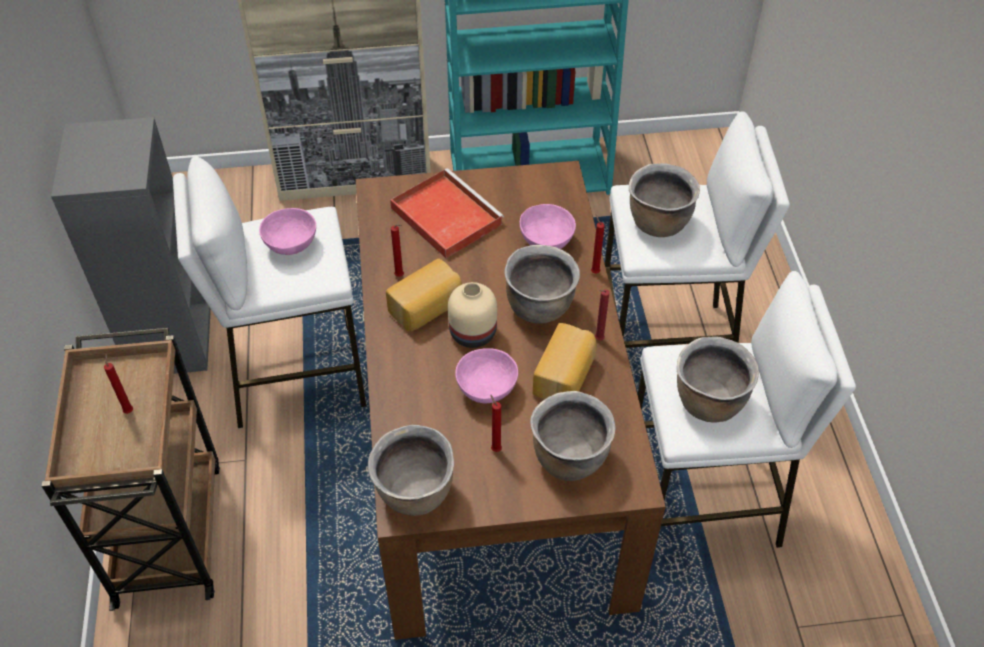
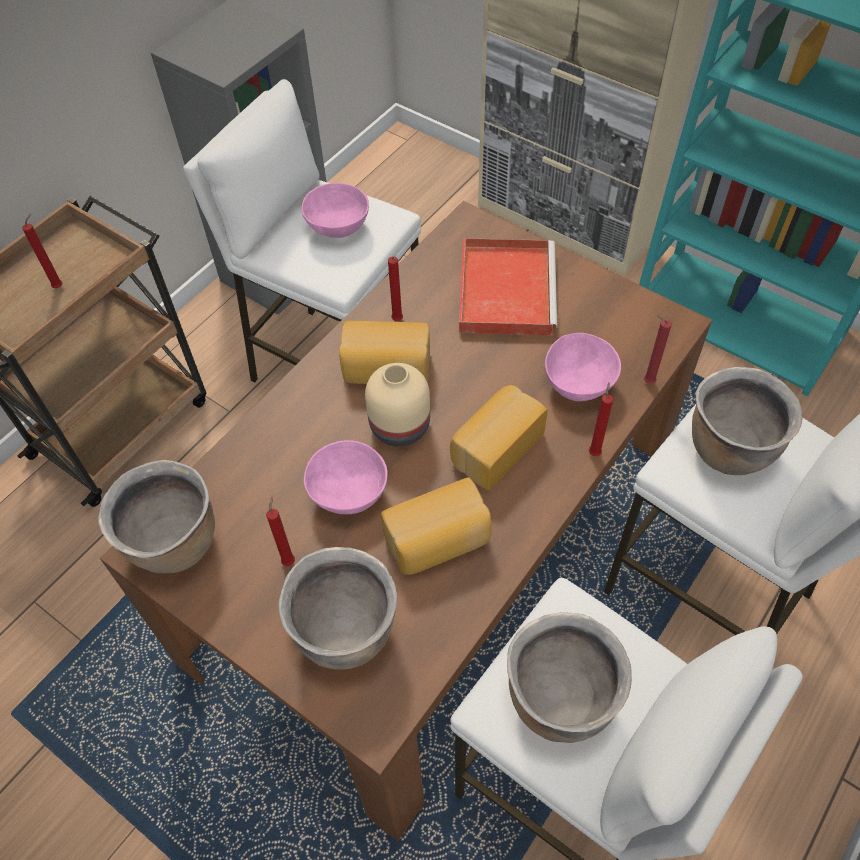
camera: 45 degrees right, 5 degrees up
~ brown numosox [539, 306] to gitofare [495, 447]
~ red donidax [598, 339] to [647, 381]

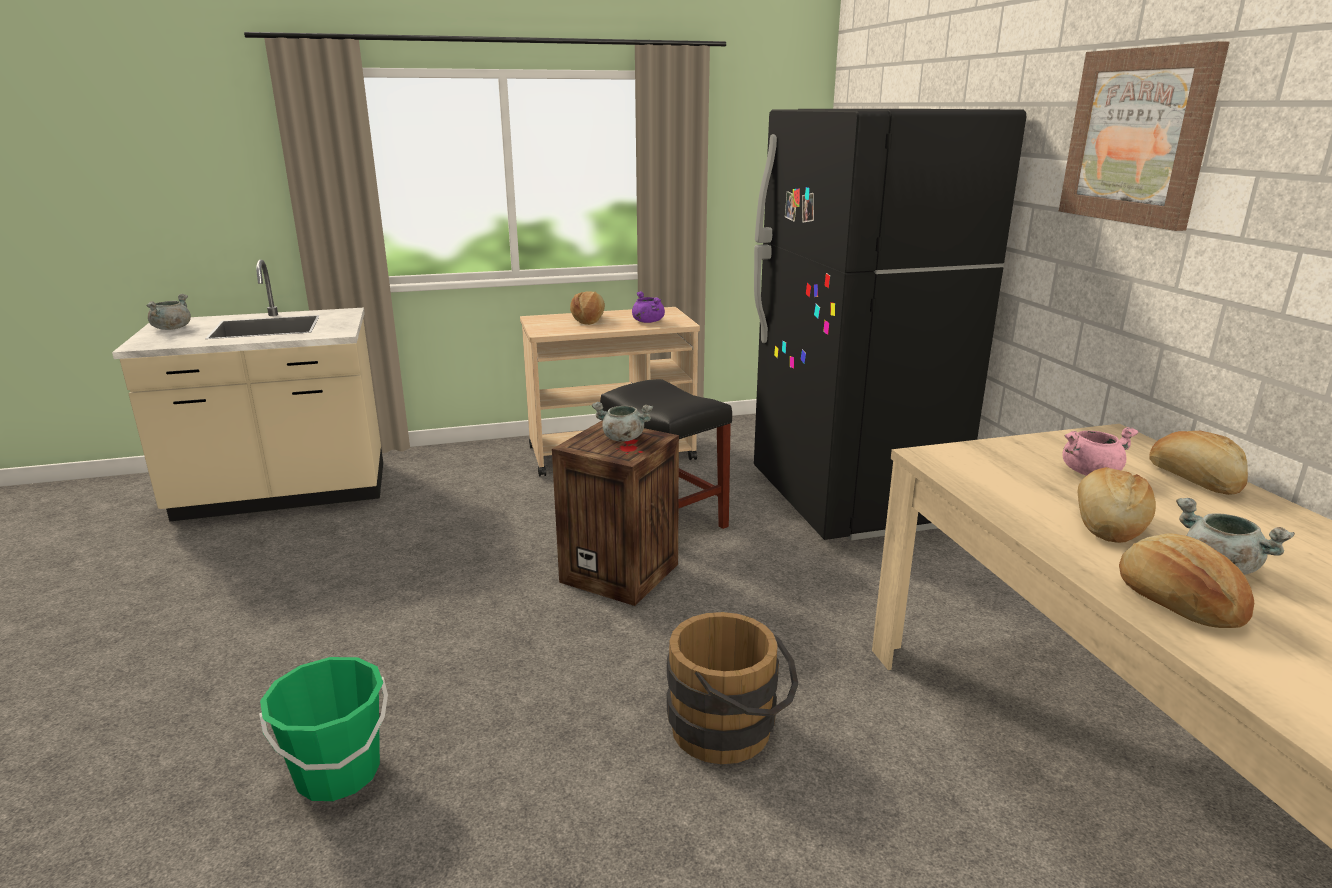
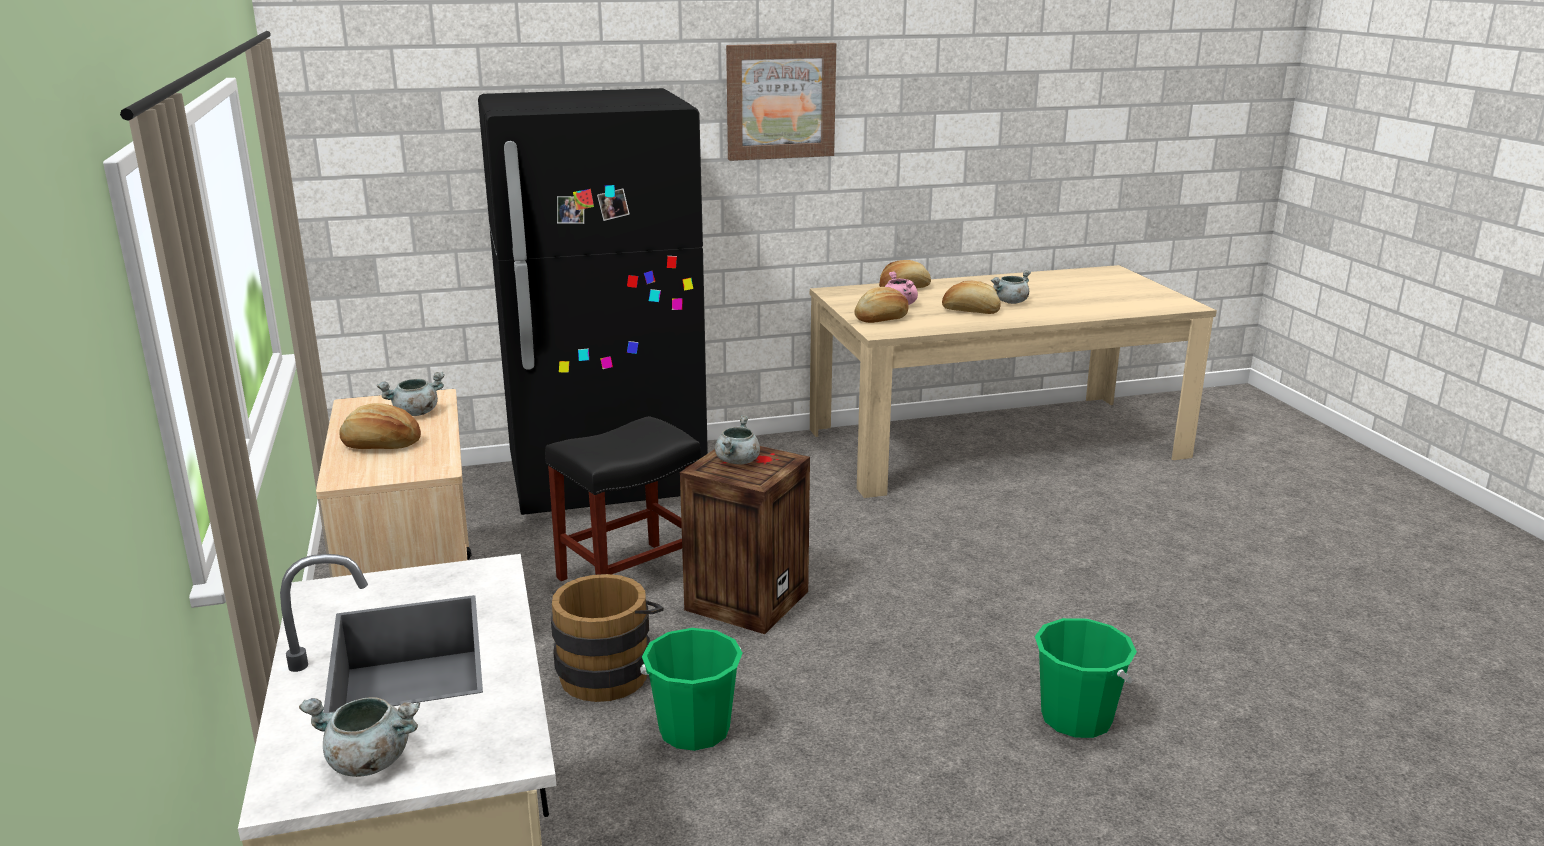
camera: 90 degrees left, 0 degrees up
~ purple numosox [647, 321] to grey numosox [415, 413]
~ gitofare [1176, 602] to [882, 319]
~ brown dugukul [731, 730] to [608, 670]
+ green dugukul [694, 730]

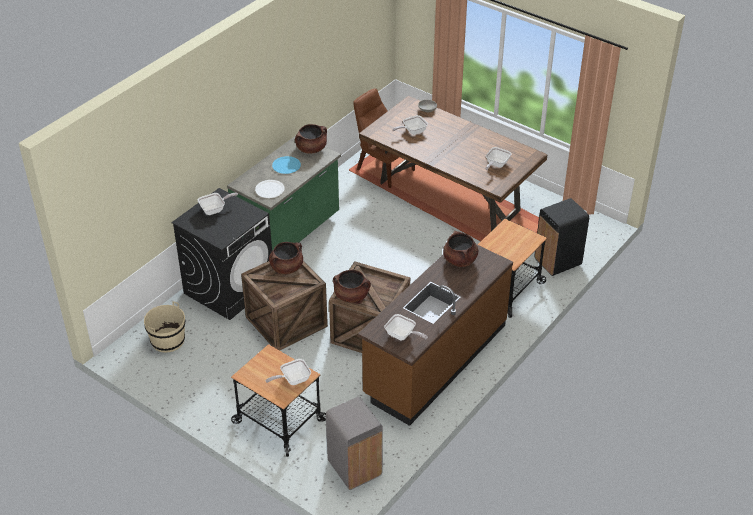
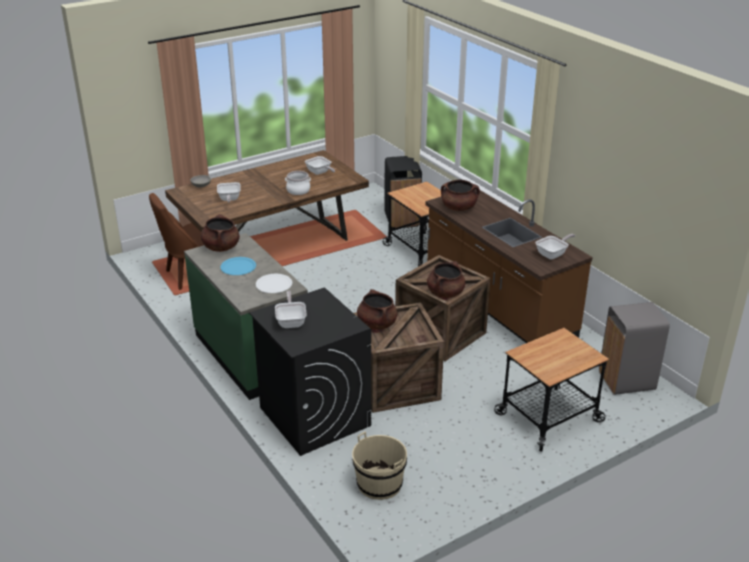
camera: 70 degrees left, 10 degrees down
- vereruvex [292, 380]
+ numosox [298, 191]

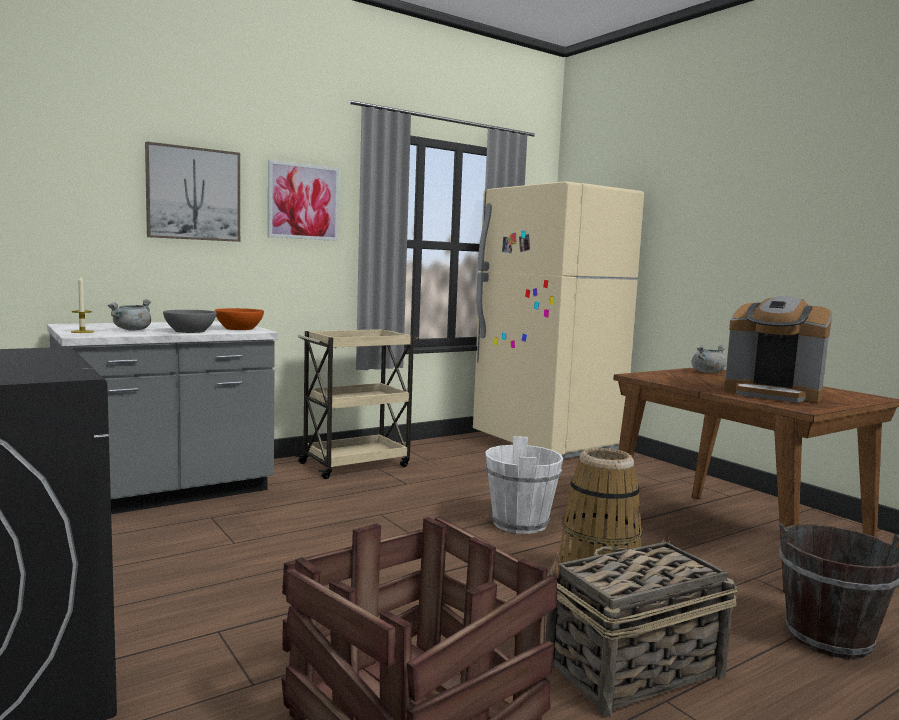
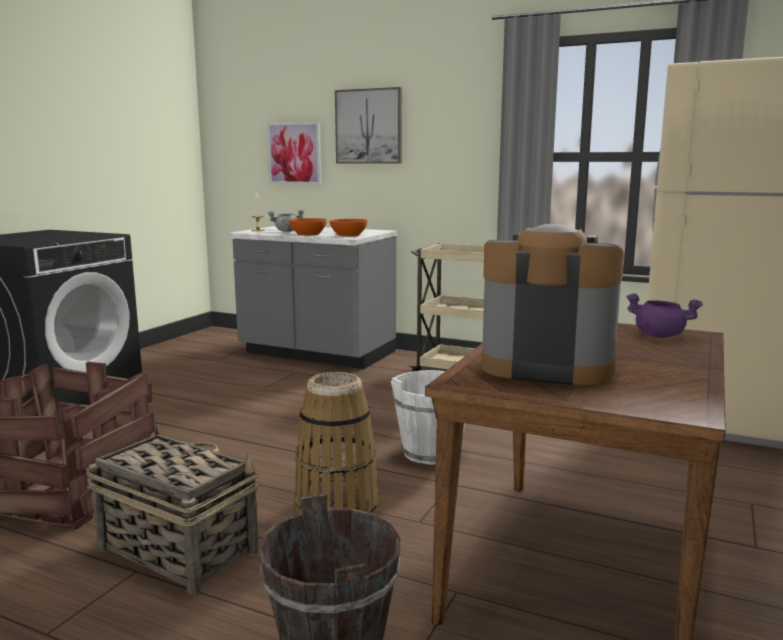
camera: 60 degrees right, 5 degrees up
~ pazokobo [303, 202] to [294, 153]
~ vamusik [773, 394] = [546, 366] 105 degrees clockwise
~ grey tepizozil [190, 331] to orange tepizozil [308, 234]
~ grey numosox [707, 372] to purple numosox [660, 336]

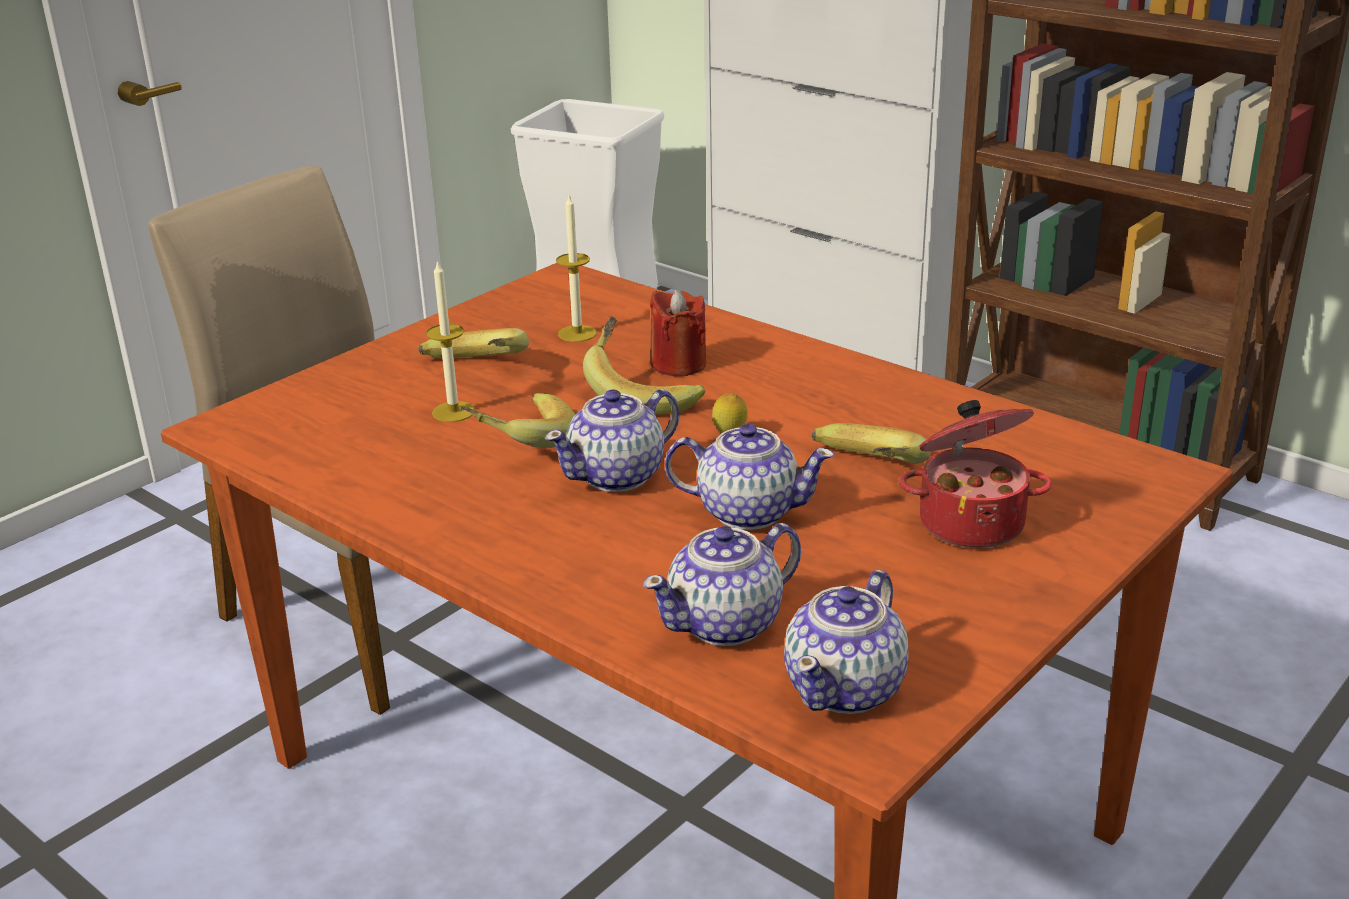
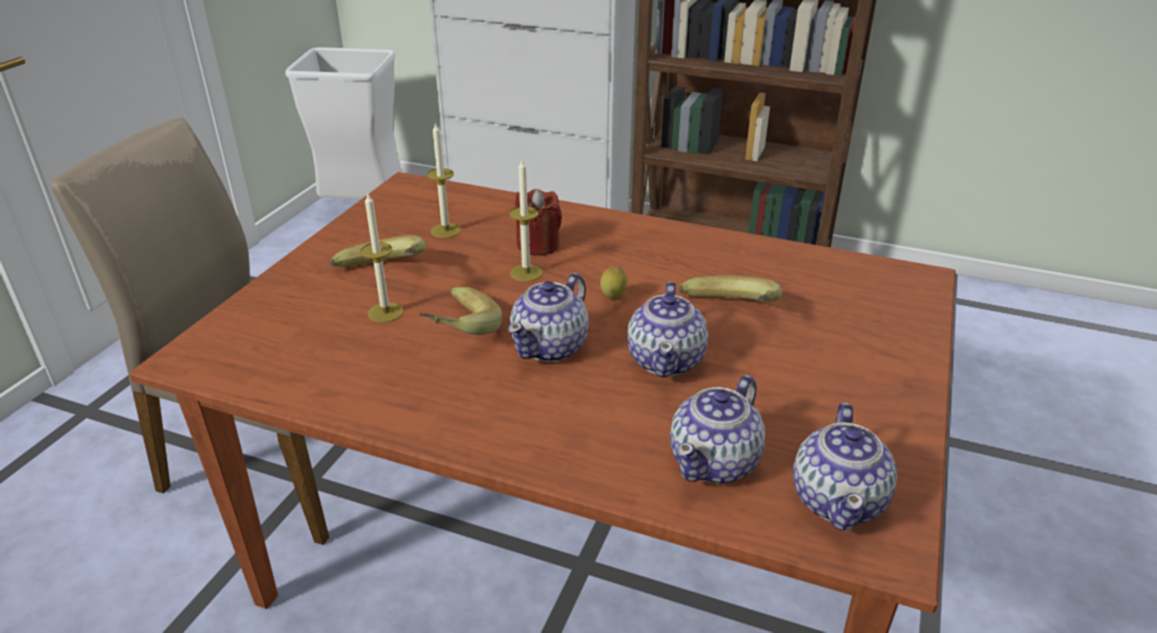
camera: 20 degrees left, 5 degrees up
~ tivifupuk [642, 393] to donidax [526, 273]
- numosox [971, 522]
~ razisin [747, 511] = [666, 360] 105 degrees clockwise

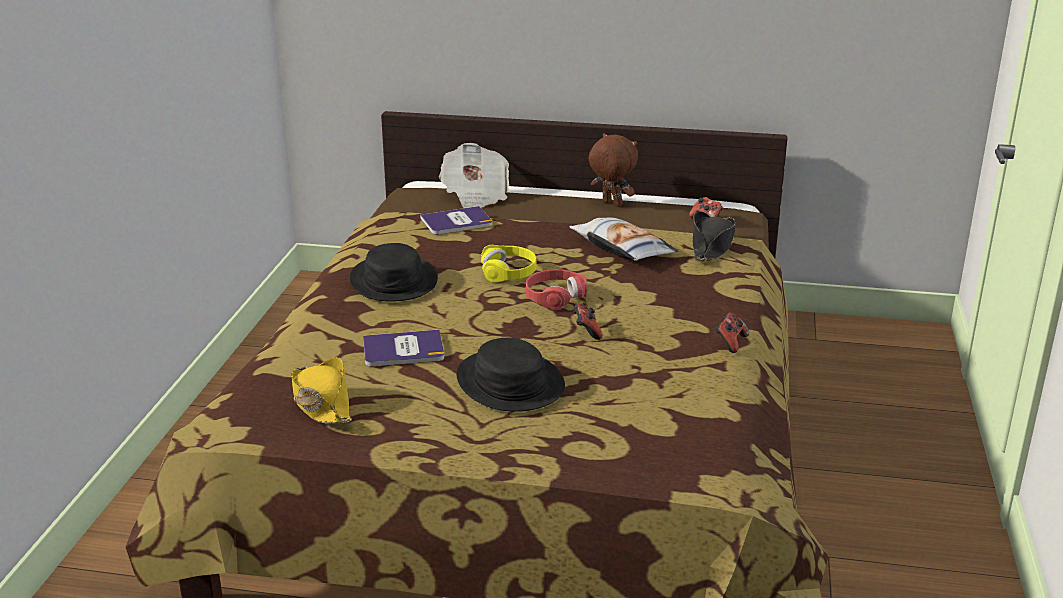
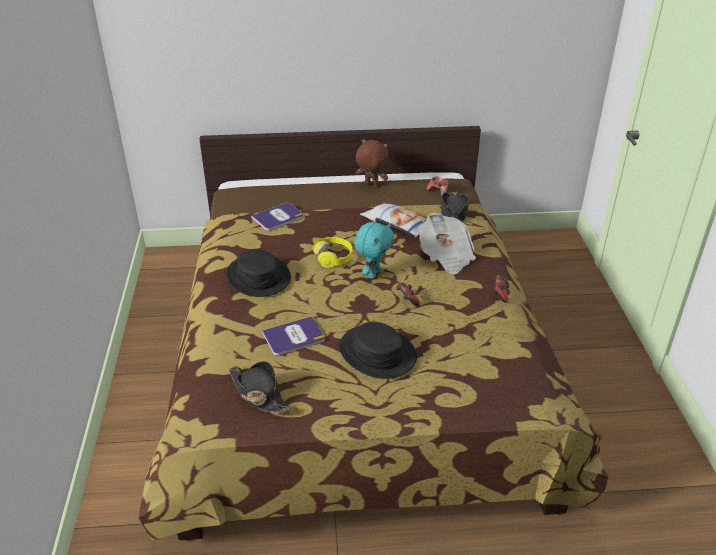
camera: 15 degrees left, 10 degrees up
~ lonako [475, 196] to [446, 256]
~ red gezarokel [555, 296] to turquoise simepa [373, 273]
~ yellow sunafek [321, 403] to black sunafek [258, 393]

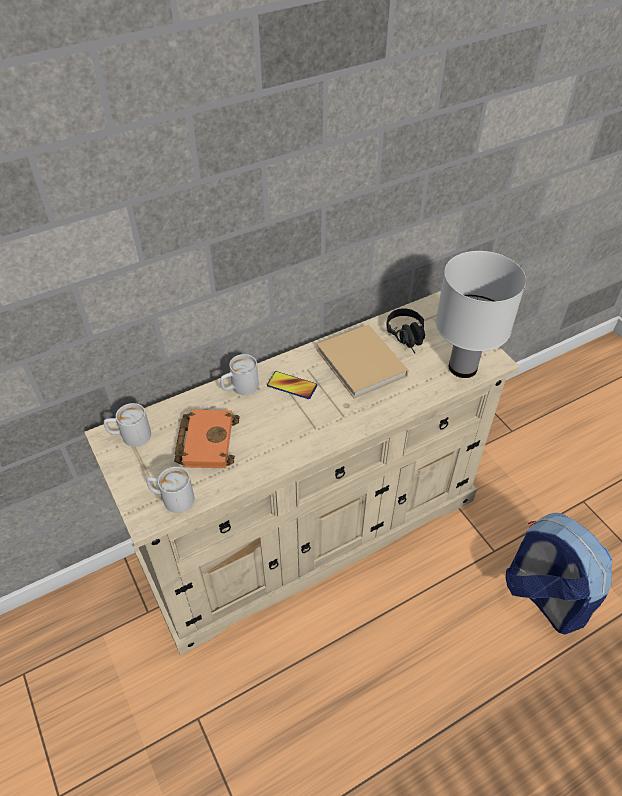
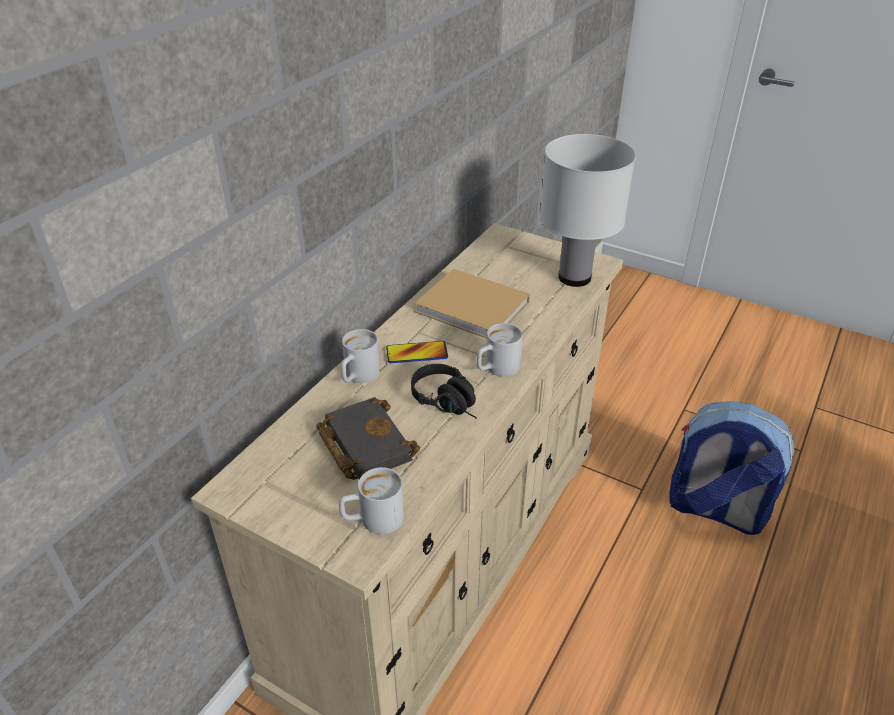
camera: 30 degrees left, 10 degrees down
~ black gezarokel [408, 338] to [450, 403]
~ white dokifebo [130, 436] to [496, 369]
~ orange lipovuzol [205, 441] to black lipovuzol [363, 444]

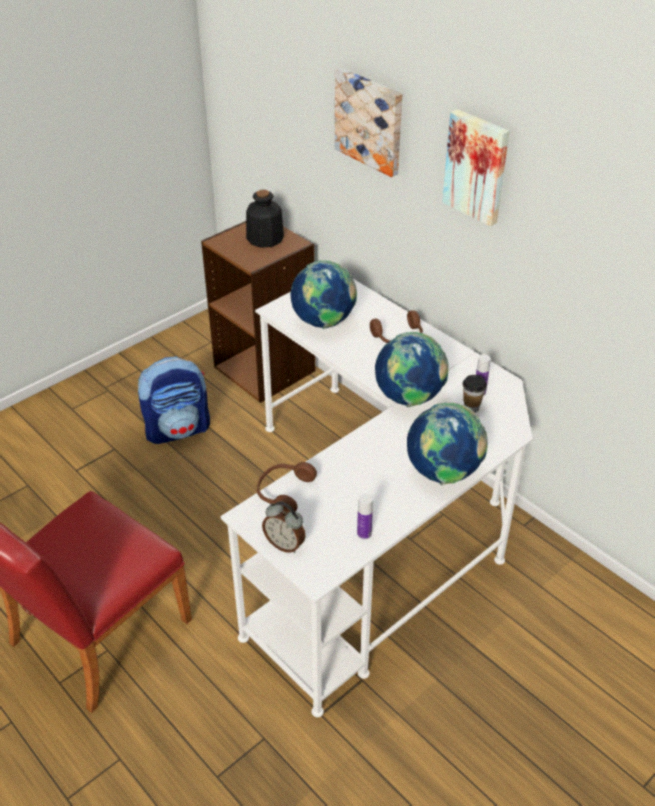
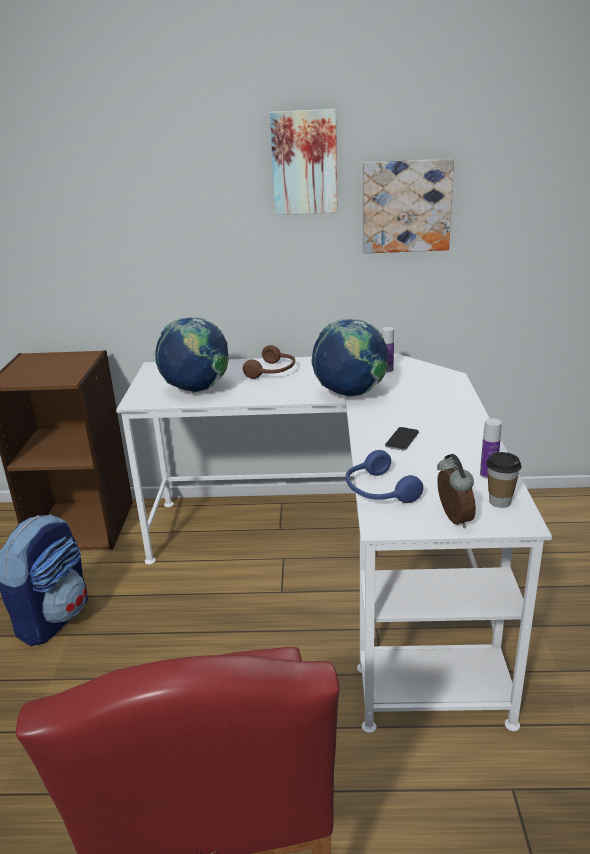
camera: 45 degrees left, 15 degrees down
~ pazokobo [370, 121] to [406, 206]
- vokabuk [264, 238]
~ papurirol [471, 408] to [499, 502]
- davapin [443, 473]
~ brown gezarokel [283, 492] to blue gezarokel [378, 491]
~ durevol [285, 544] = [452, 519] 90 degrees counterclockwise
+ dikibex [402, 439]

